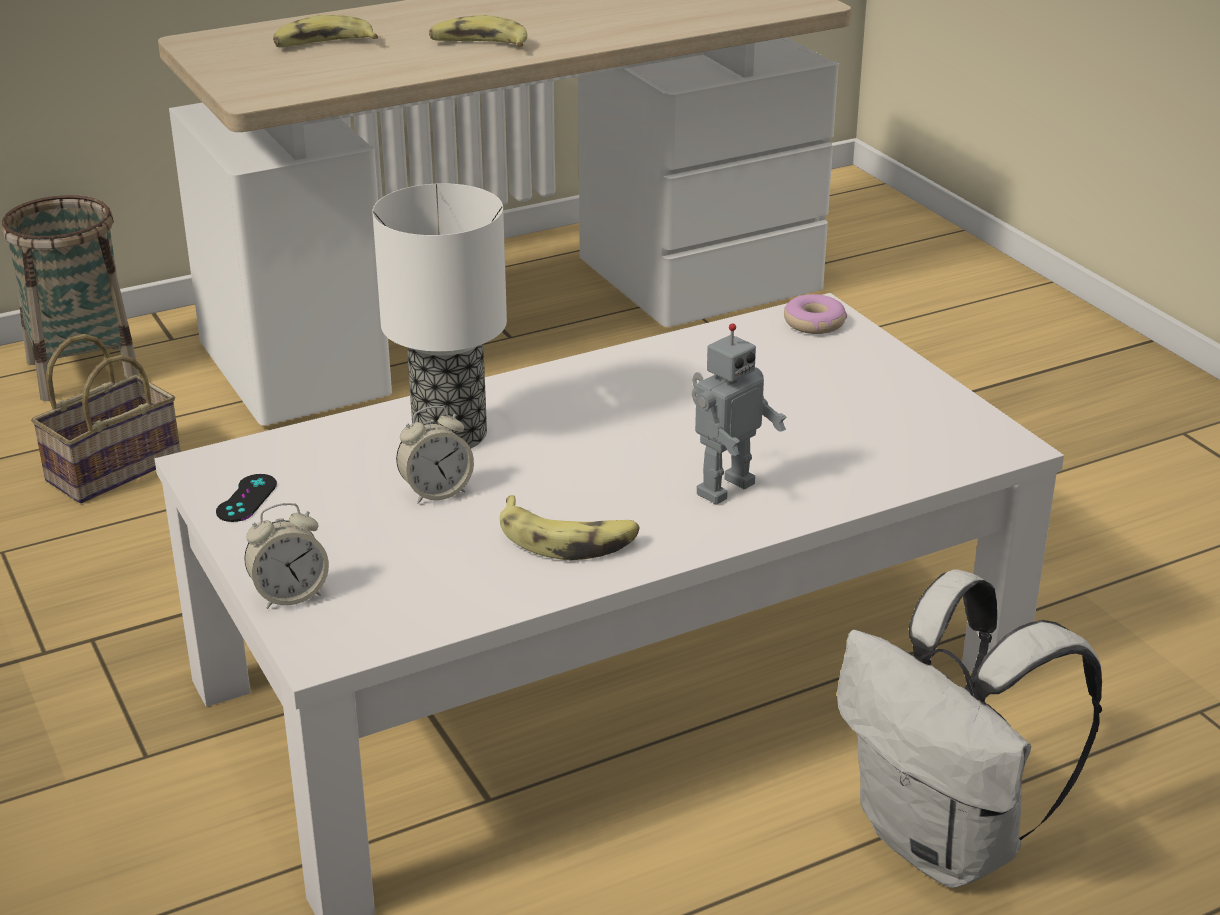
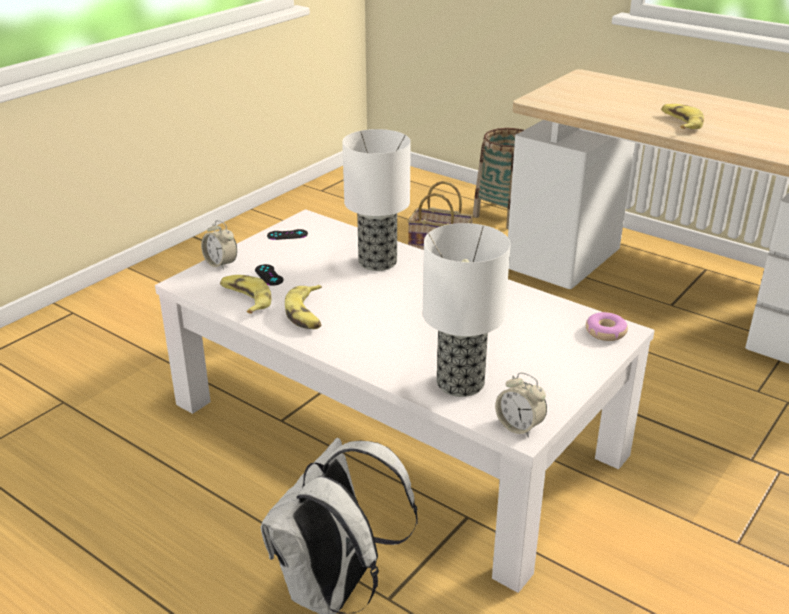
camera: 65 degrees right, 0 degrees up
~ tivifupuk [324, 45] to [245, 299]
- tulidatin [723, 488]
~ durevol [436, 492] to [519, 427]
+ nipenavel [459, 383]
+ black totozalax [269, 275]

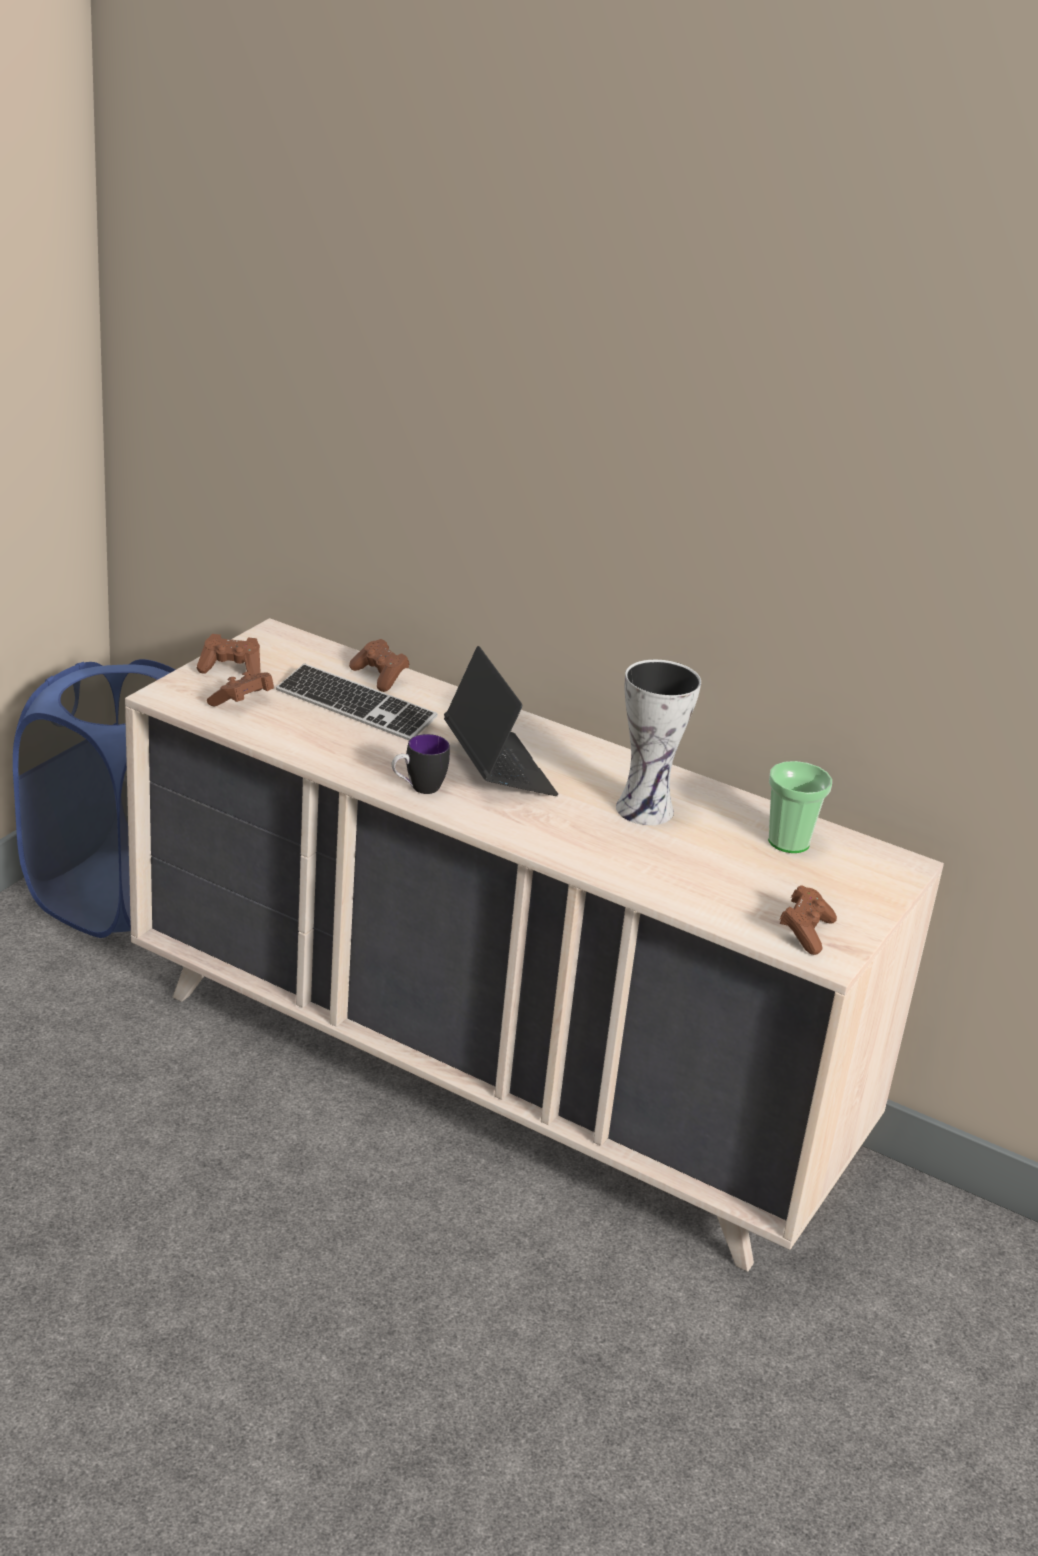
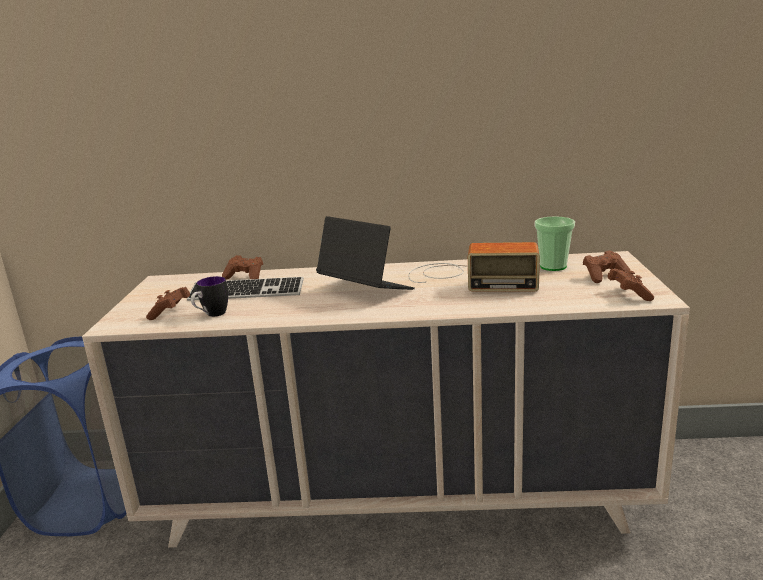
camera: 25 degrees left, 10 degrees down
~ brown totozalax [231, 669] to [604, 276]
~ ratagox [647, 809] to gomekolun [468, 278]
~ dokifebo [418, 788] to [212, 315]

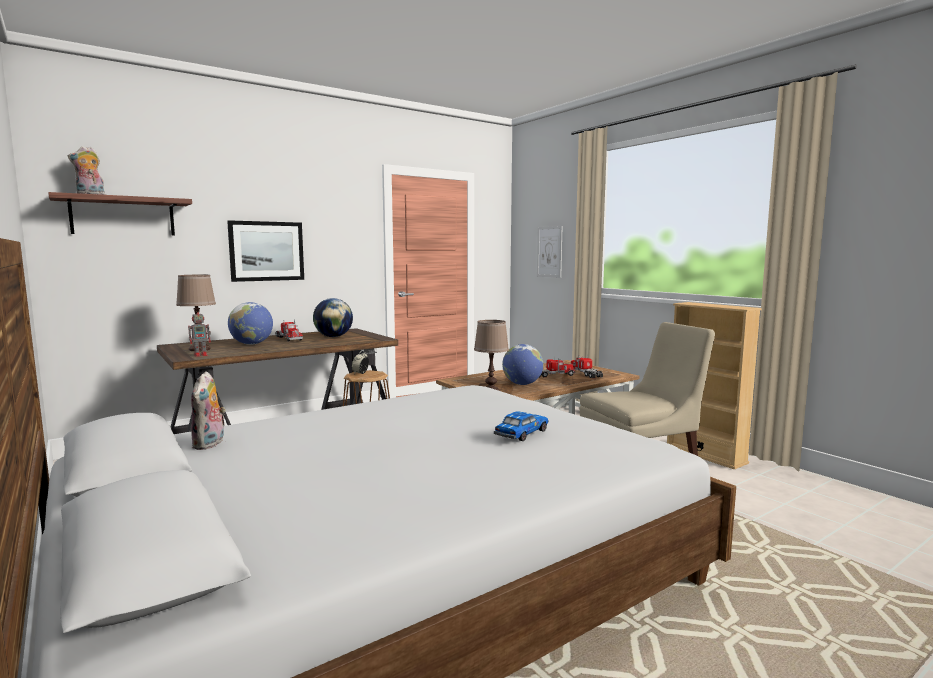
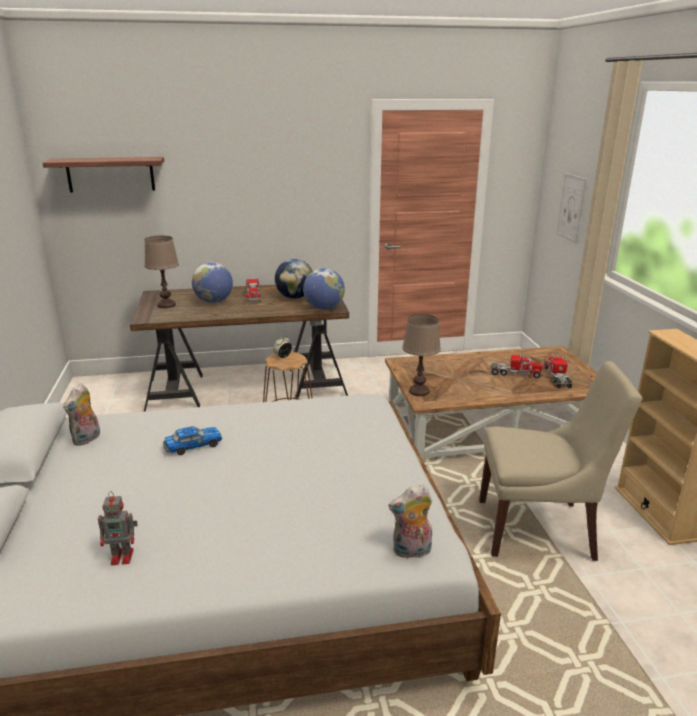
camera: 25 degrees right, 15 degrees up
~ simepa [90, 195] to [411, 551]
- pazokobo [266, 251]
~ tulidatin [201, 355] to [123, 556]
~ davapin [522, 384] to [324, 308]
~ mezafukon [521, 434] to [193, 446]

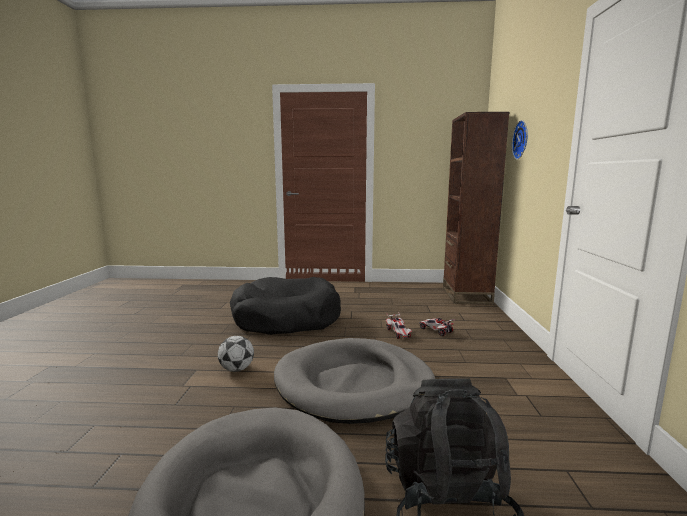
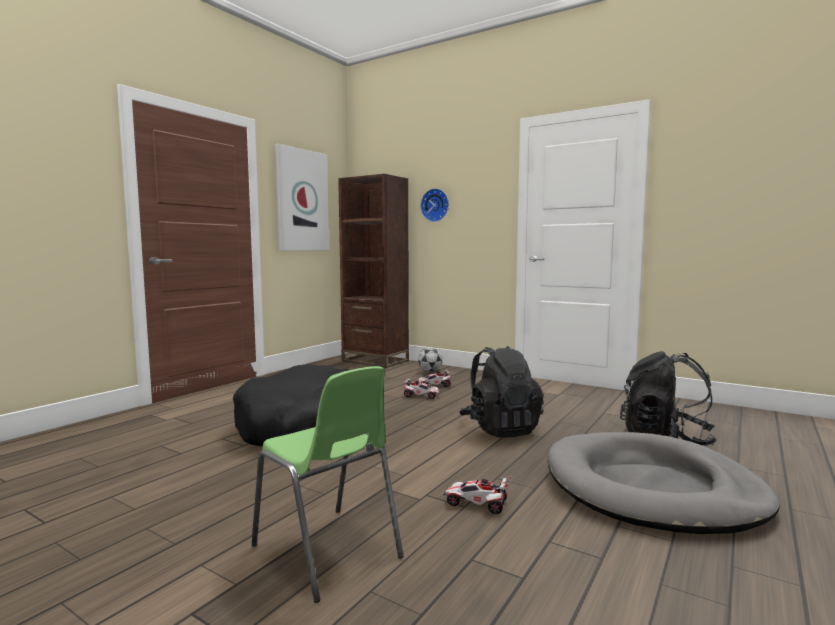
camera: 60 degrees left, 5 degrees down
~ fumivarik [237, 369] to [430, 371]
~ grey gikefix [354, 384] to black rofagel [500, 428]
+ pazokobo [301, 200]
+ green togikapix [327, 552]
+ mezafukon [477, 504]

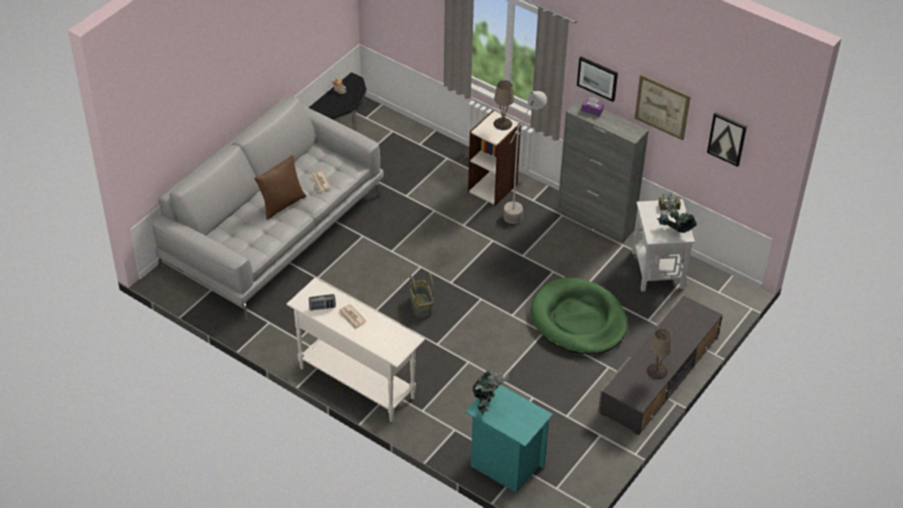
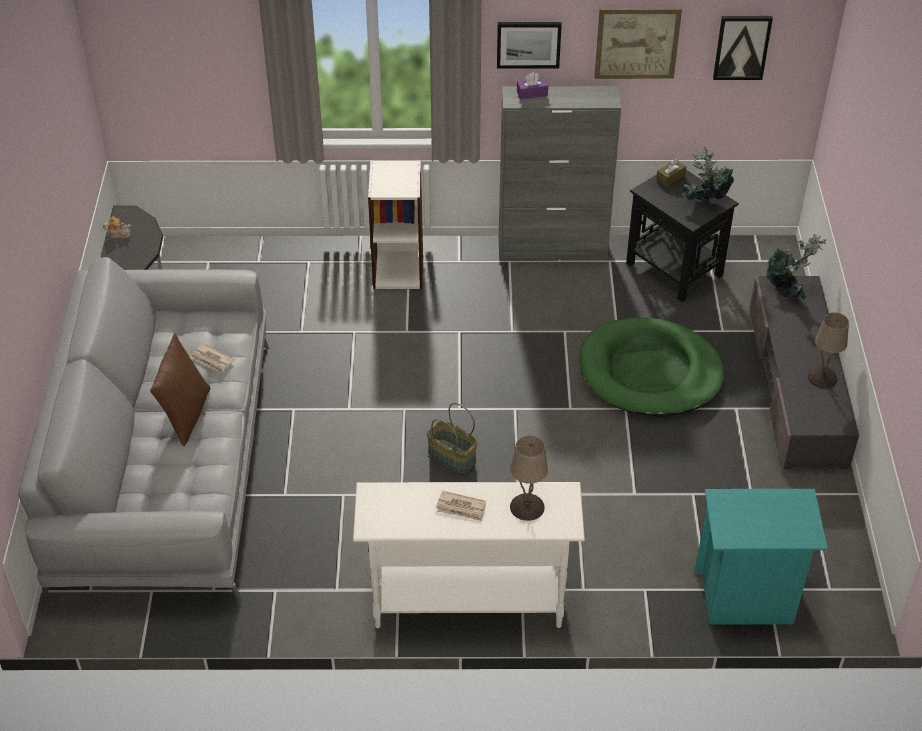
camera: 35 degrees left, 0 degrees up
~ beige nipenavel [502, 123] to [526, 507]
- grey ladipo [520, 207]
~ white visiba [657, 270] to black visiba [675, 270]
- gomekolun [322, 307]
~ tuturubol [487, 404] to [787, 291]

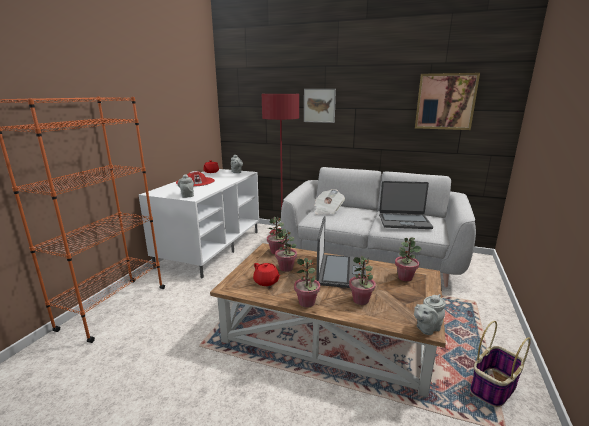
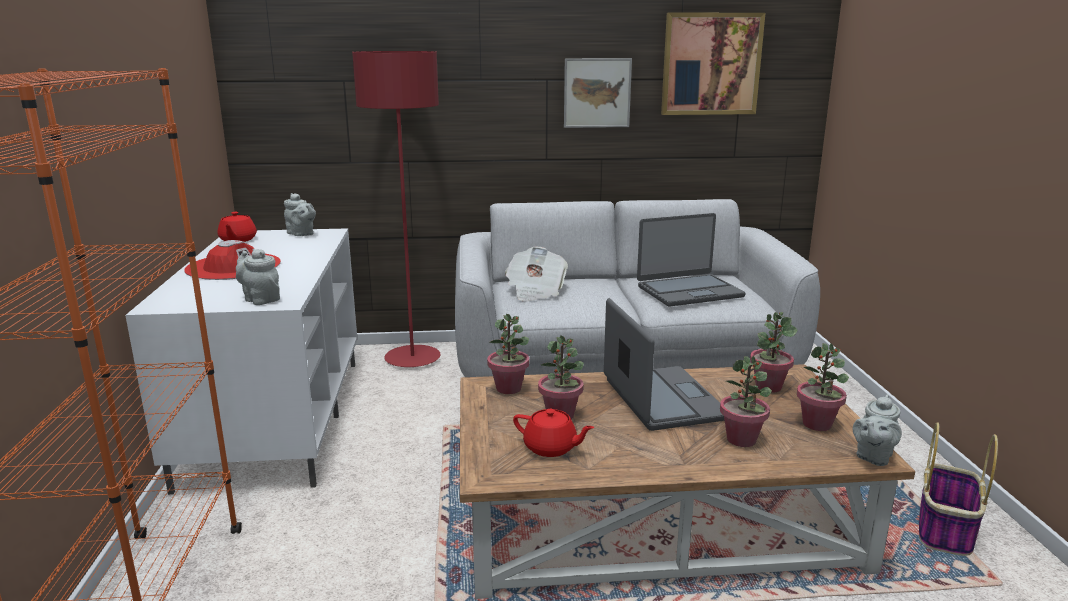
camera: 25 degrees left, 0 degrees up
~ pazokobo [319, 105] to [597, 93]
~ tuturubol [307, 303] to [817, 424]

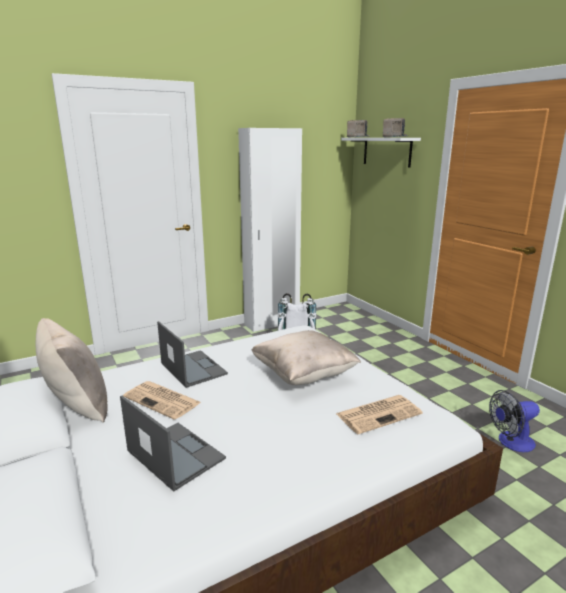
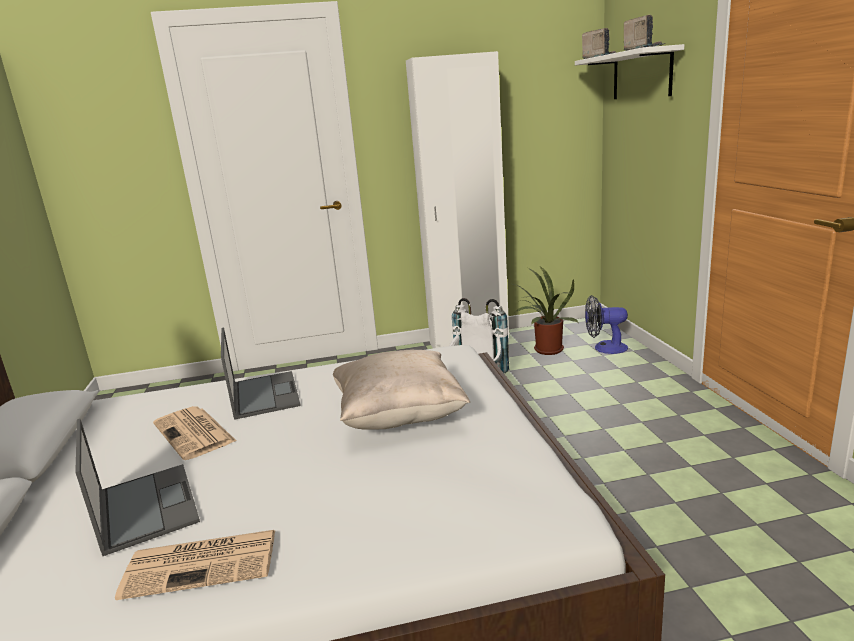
camera: 20 degrees right, 0 degrees up
- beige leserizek [77, 405]
~ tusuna [511, 442] to [604, 348]
~ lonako [379, 413] to [204, 563]
+ tuturubol [545, 351]

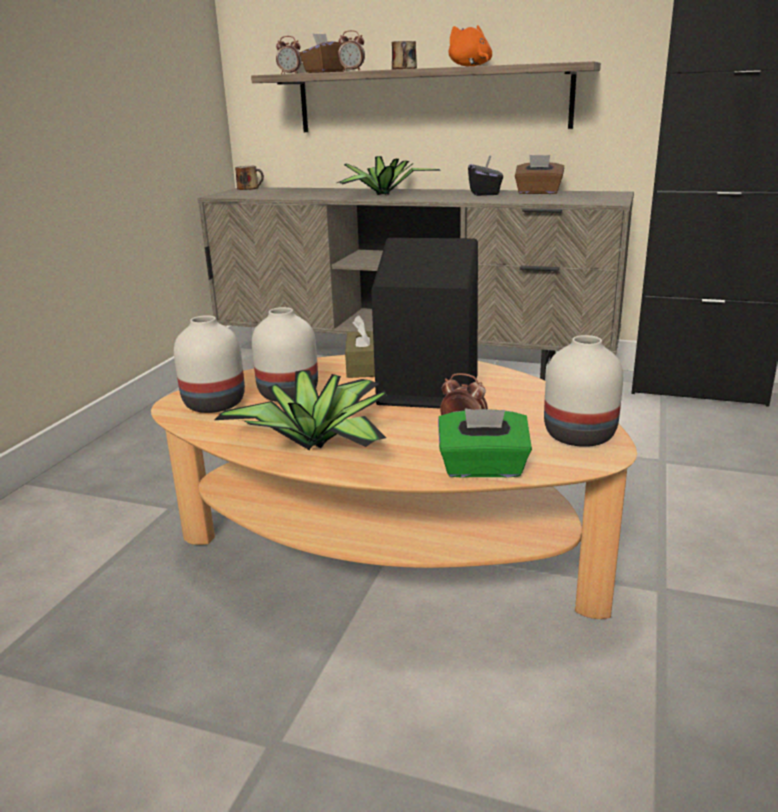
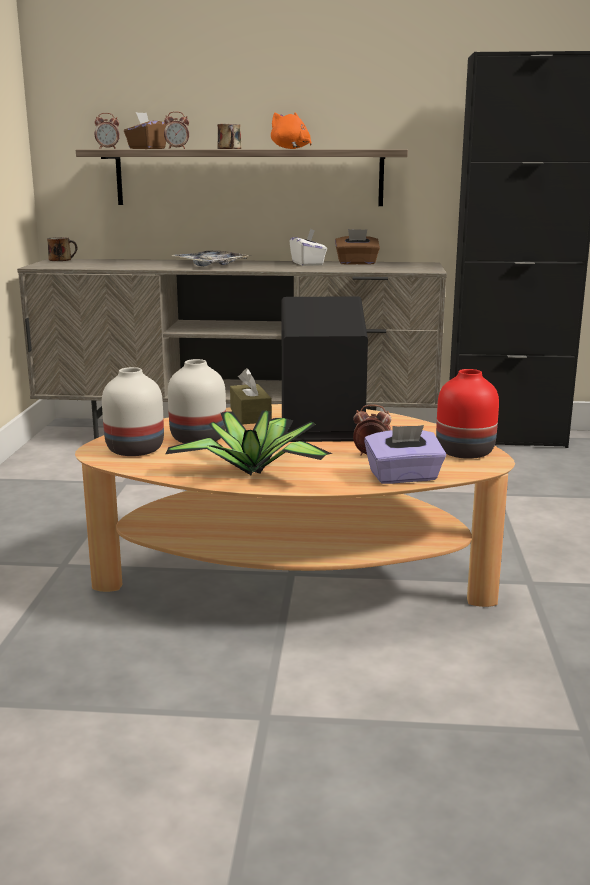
camera: 15 degrees left, 5 degrees down
~ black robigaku [485, 193] to white robigaku [308, 264]
~ tuturubol [383, 194] to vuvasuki [210, 265]
~ white ratagox [580, 435] to red ratagox [465, 451]
~ green robigaku [483, 468] to purple robigaku [404, 477]

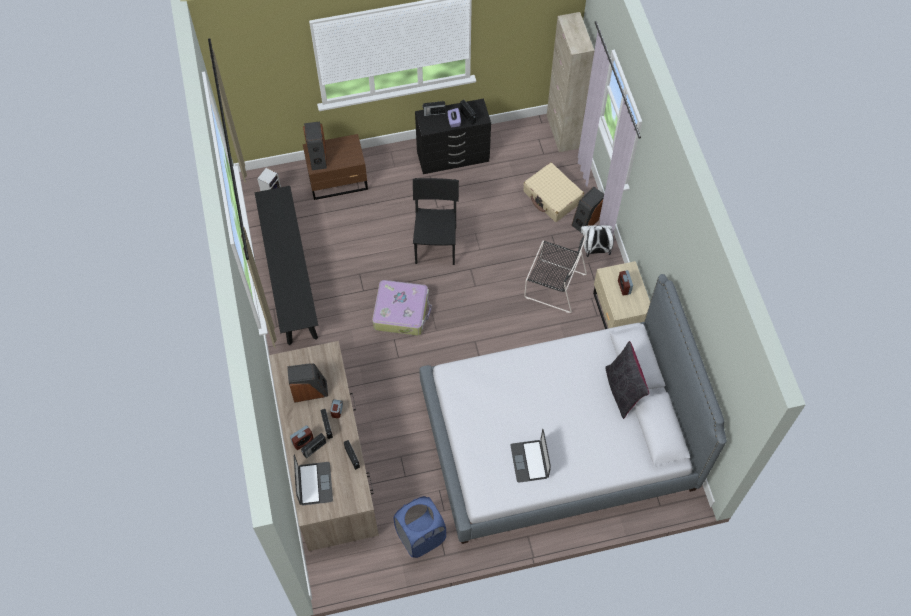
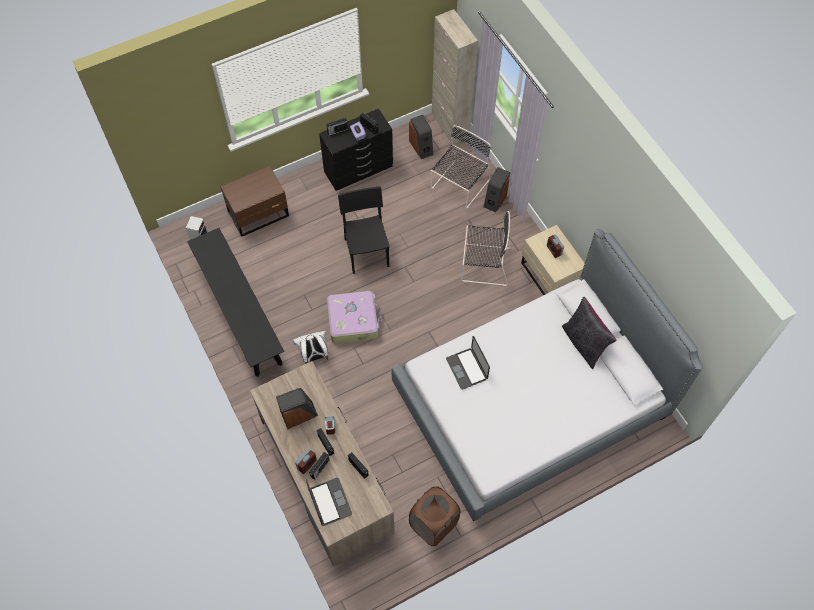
camera: 15 degrees left, 0 degrees up
~ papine [317, 157] to [421, 147]
~ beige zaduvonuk [552, 197] to black togikapix [459, 186]
~ white rofagel [595, 250] to [314, 356]
~ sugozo [529, 461] to [467, 368]
~ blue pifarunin [420, 536] to brown pifarunin [433, 524]

